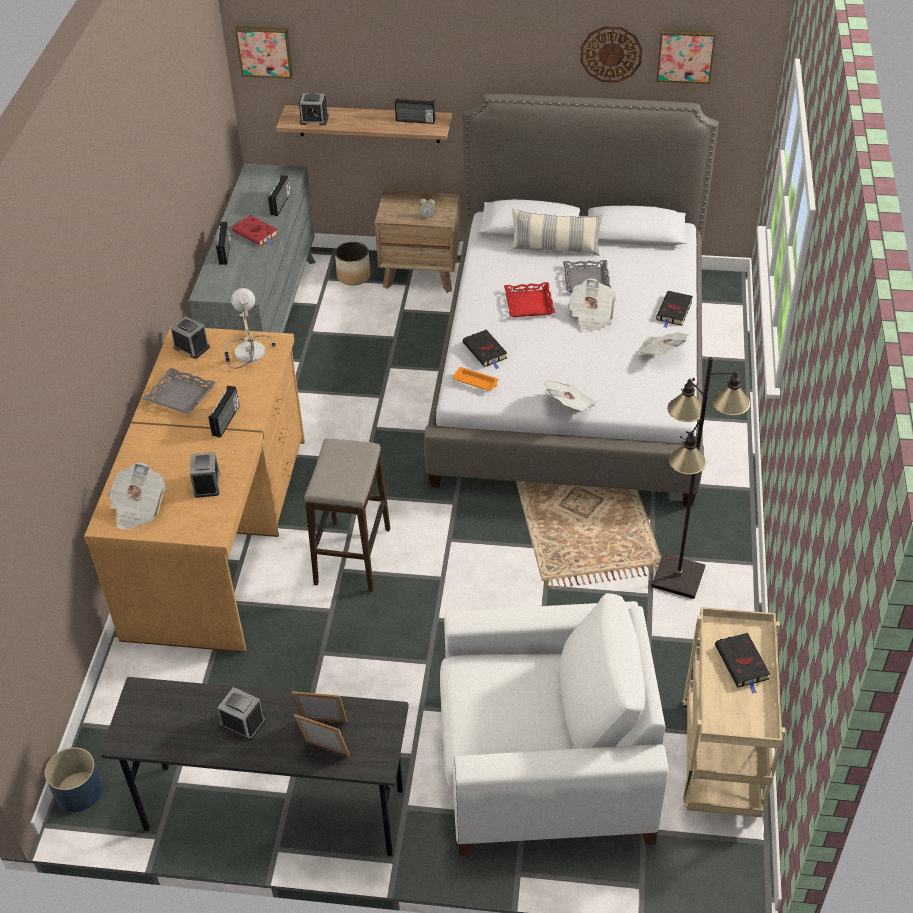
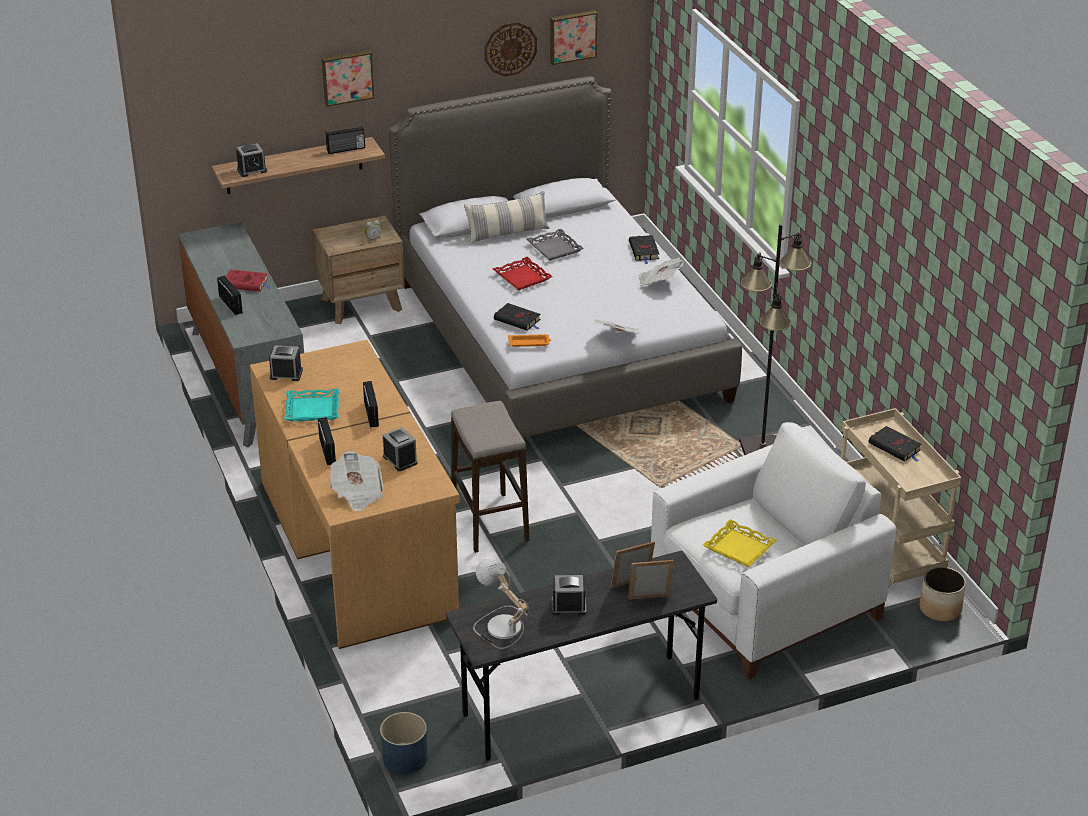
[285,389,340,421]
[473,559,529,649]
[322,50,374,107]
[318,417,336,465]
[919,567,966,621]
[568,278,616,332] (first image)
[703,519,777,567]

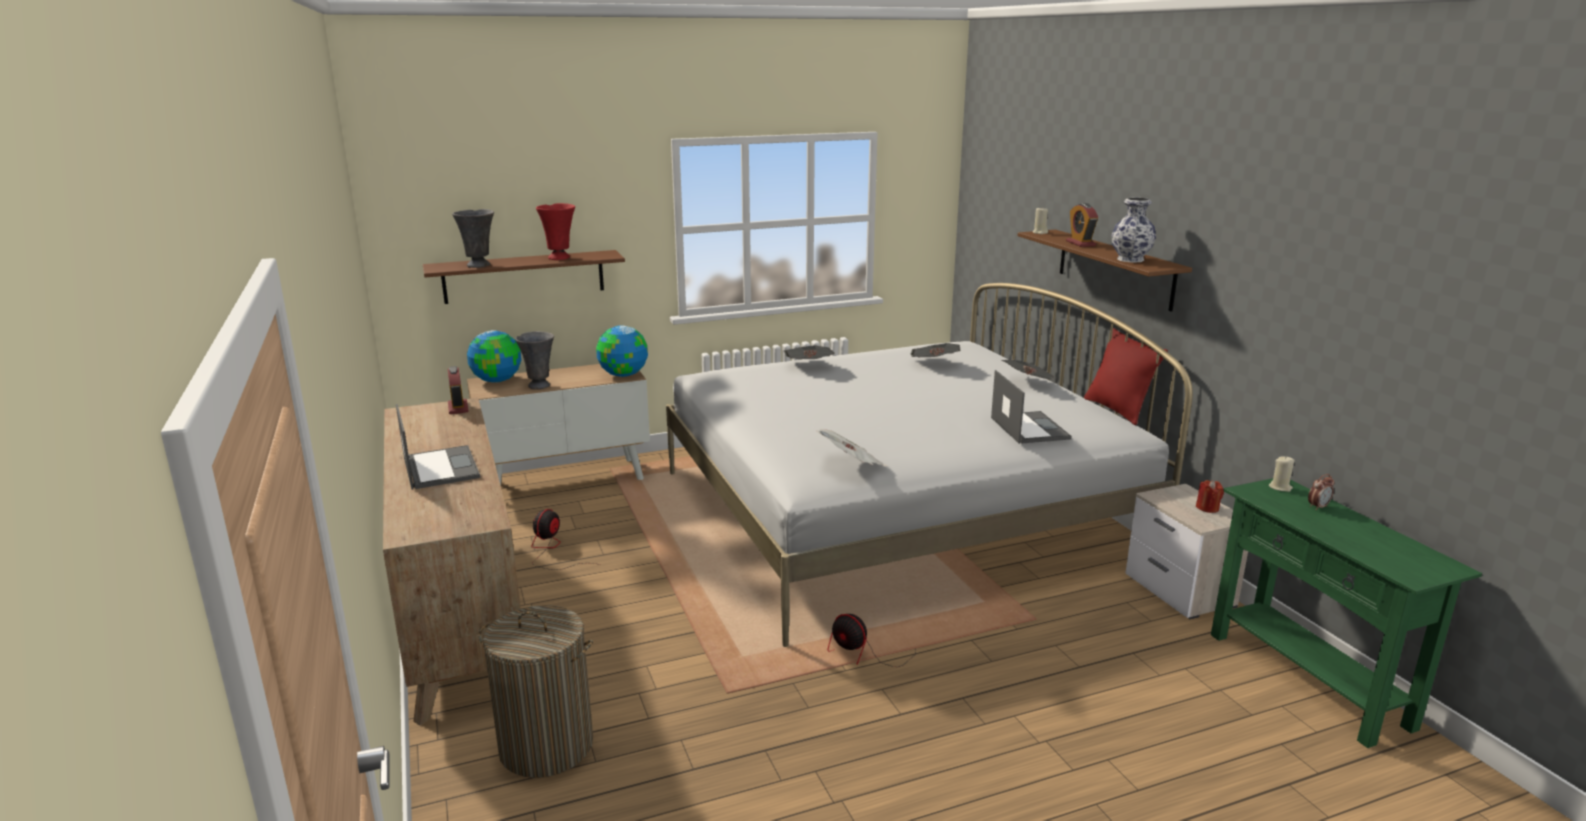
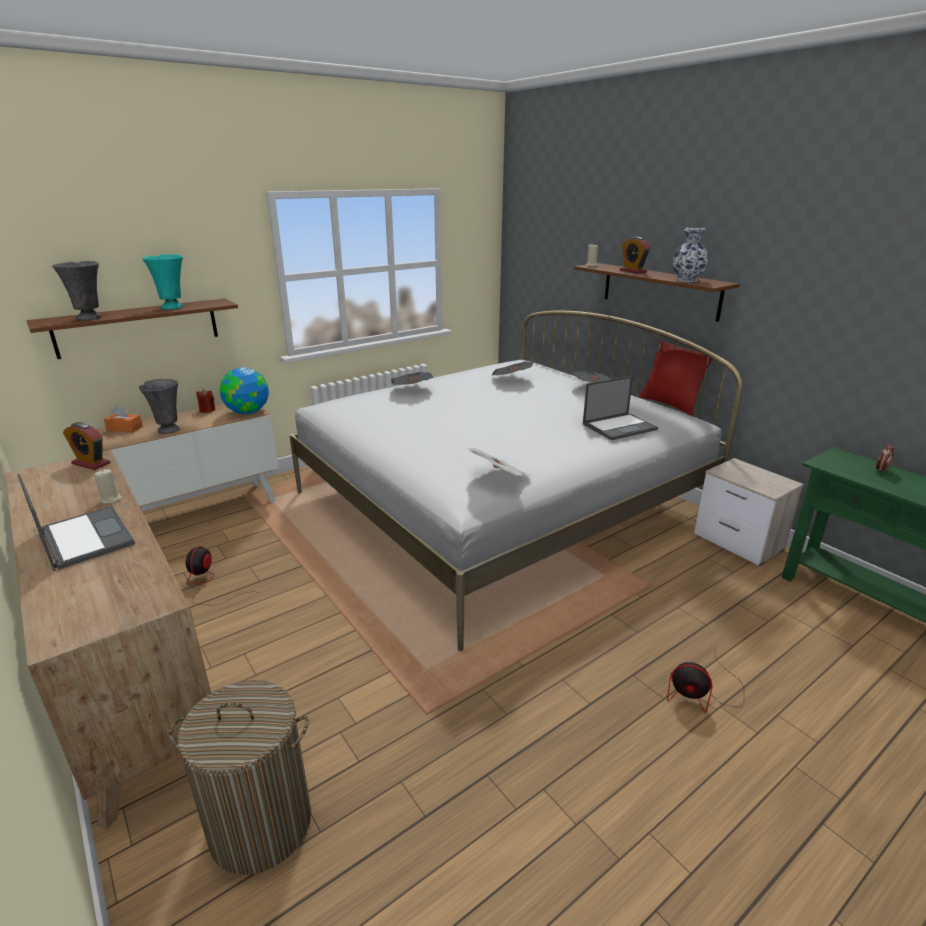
[63,422,110,470]
[104,406,143,433]
[142,254,183,309]
[667,657,744,713]
[583,376,658,440]
[196,389,215,413]
[94,469,123,504]

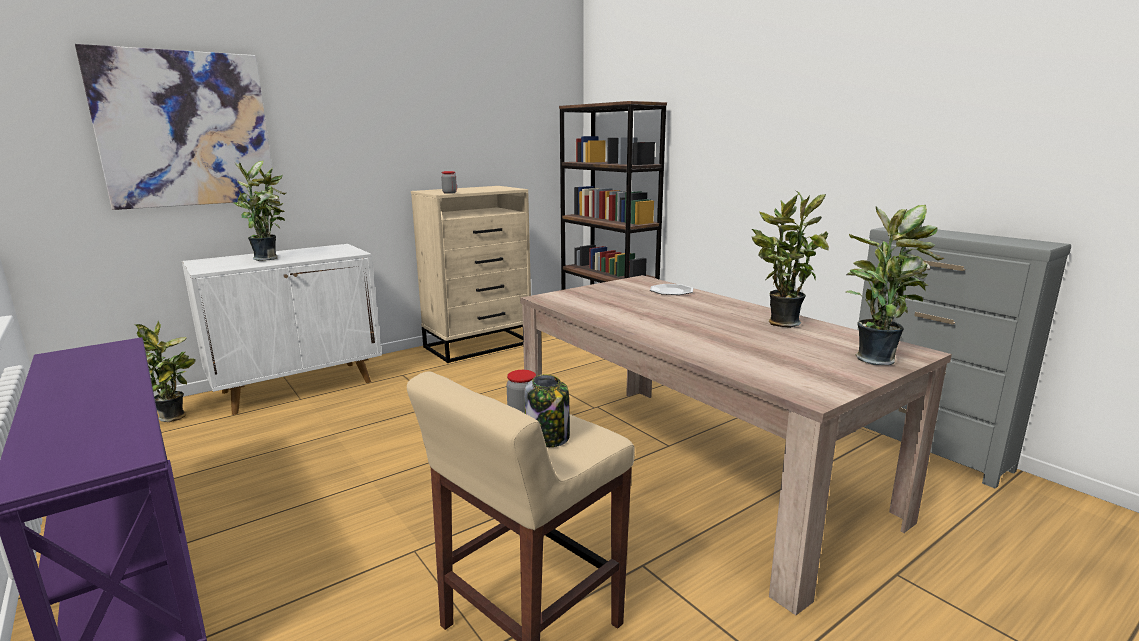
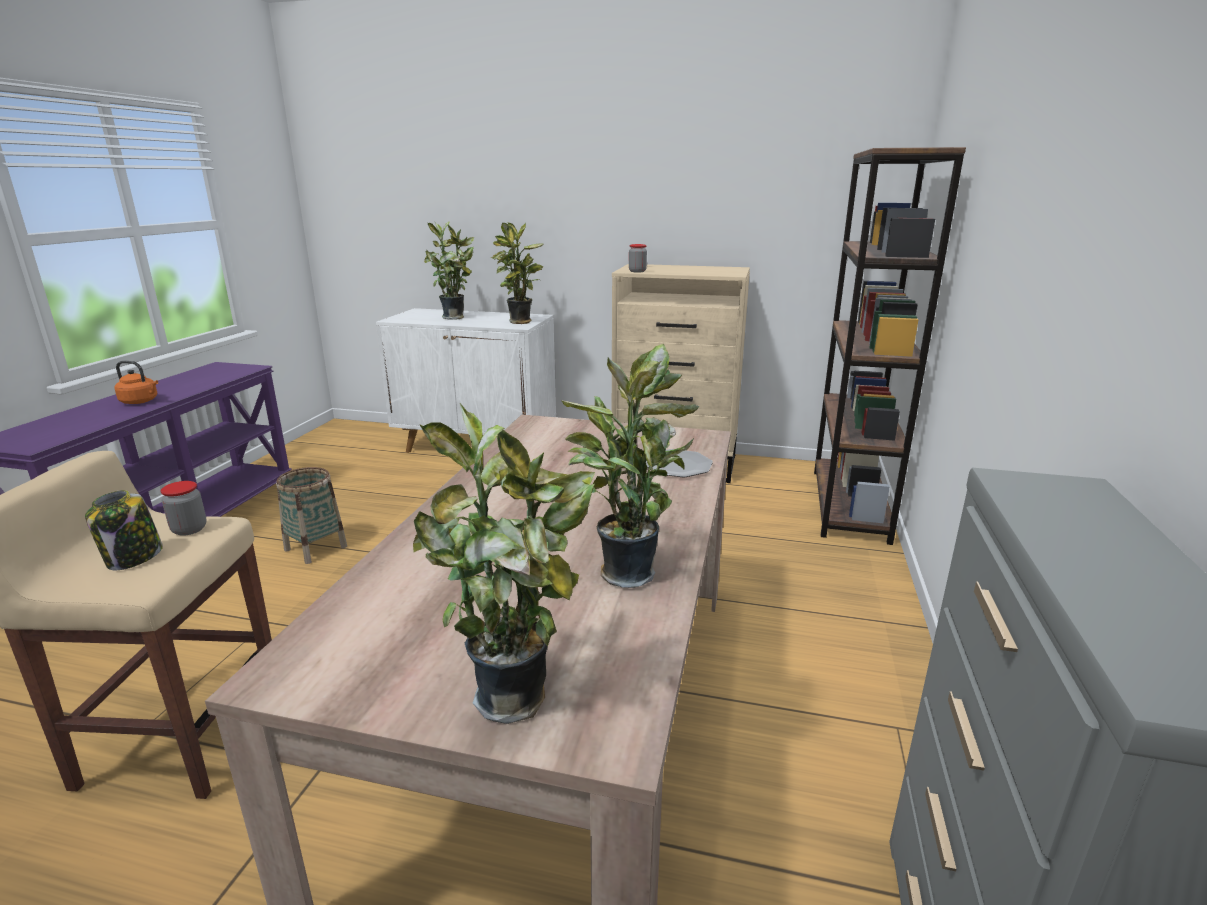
[75,44,276,210] (first image)
[491,222,543,324]
[114,361,158,404]
[276,467,347,564]

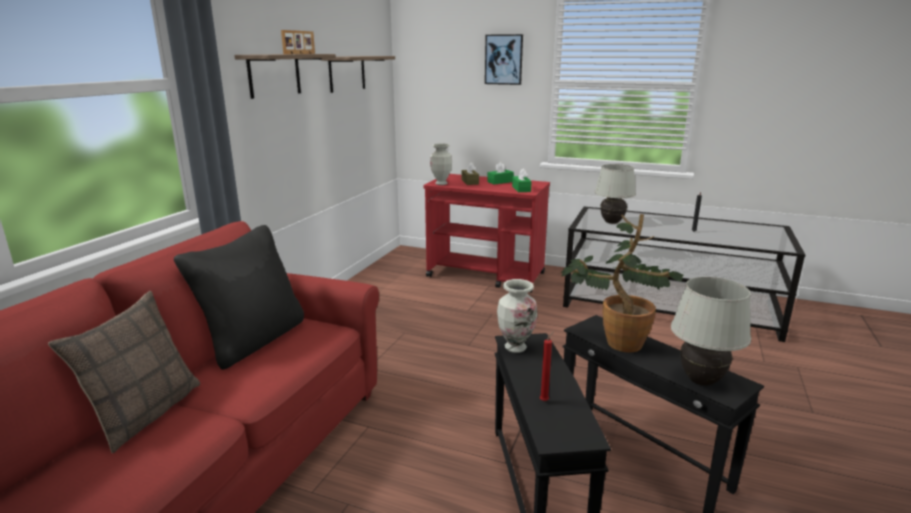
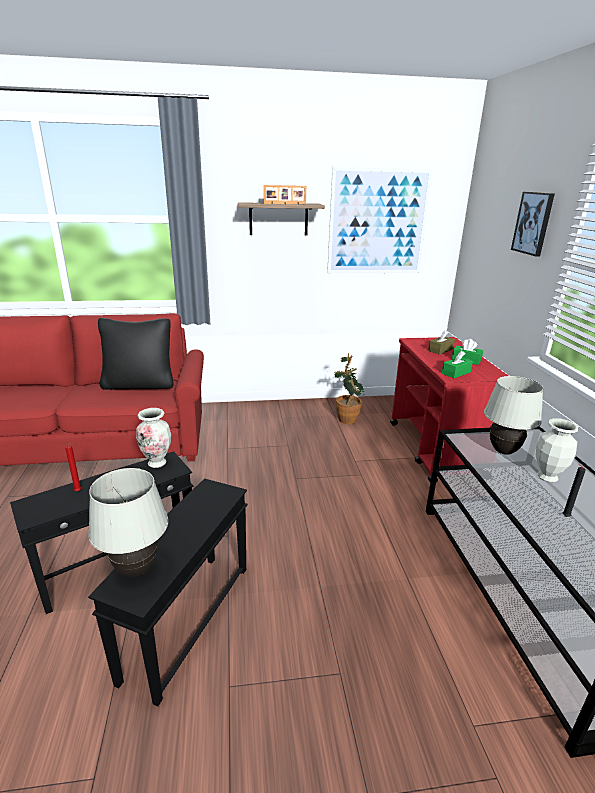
[48,291,200,453] (first image)
[327,167,433,273]
[536,418,578,483]
[334,353,364,424]

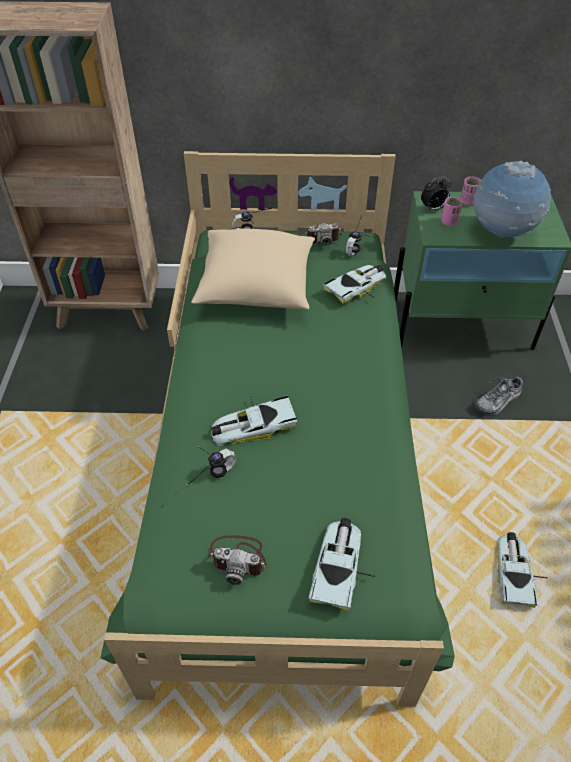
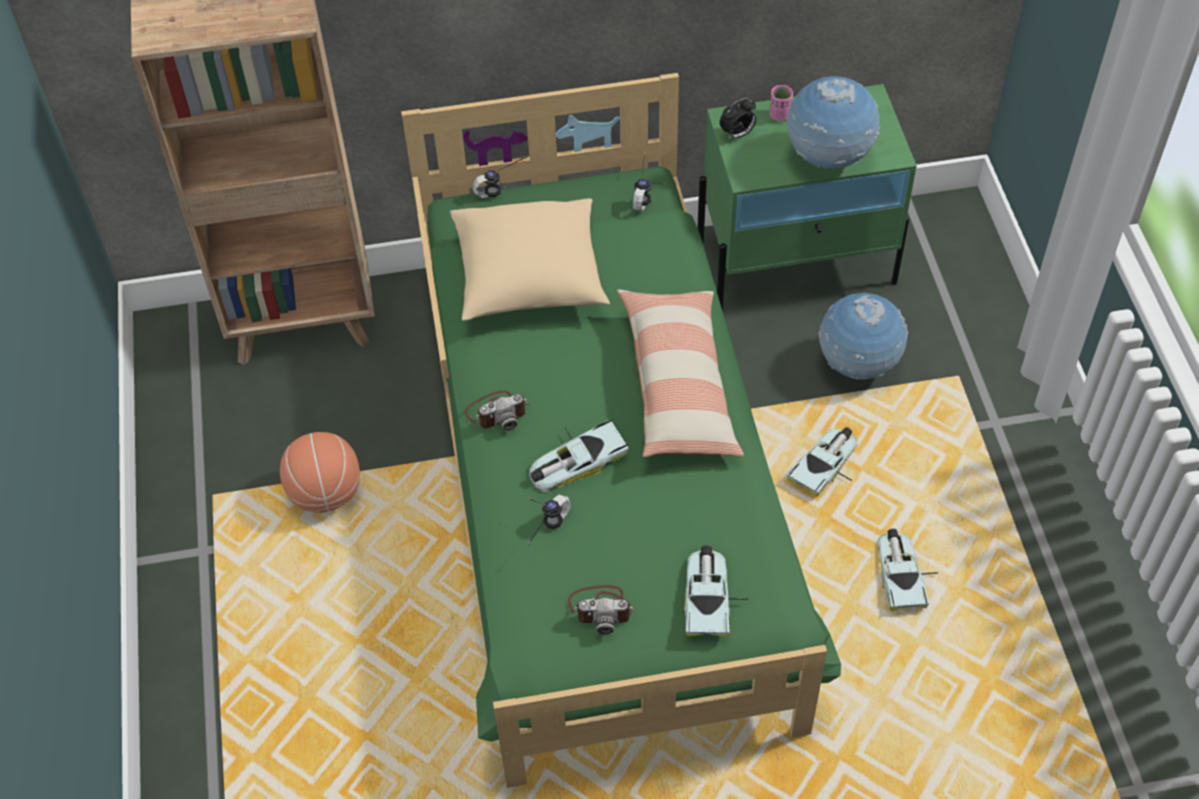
[465,391,529,431]
[787,427,857,497]
[441,197,462,226] (first image)
[818,293,908,380]
[280,432,360,513]
[617,289,744,457]

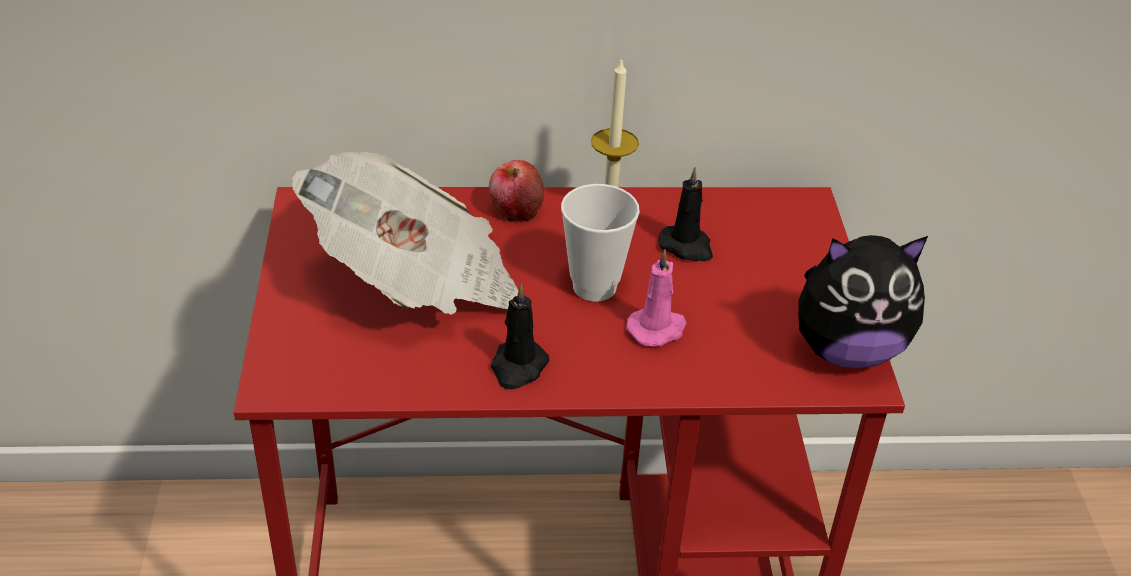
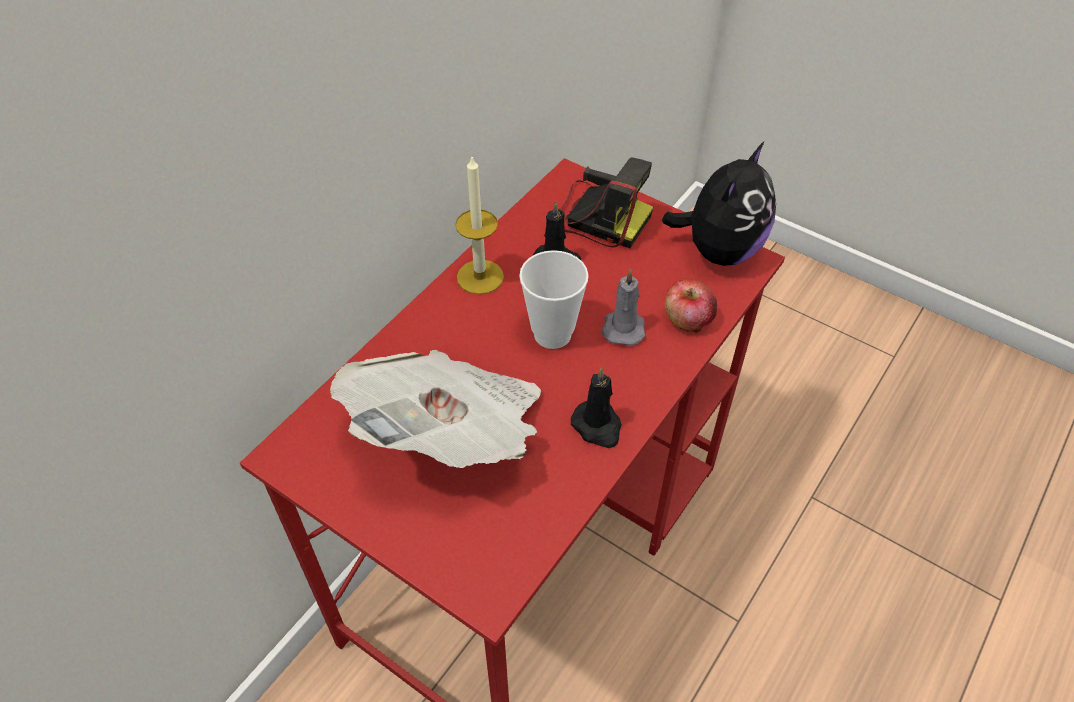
[665,278,717,333]
[601,269,645,346]
[560,157,653,248]

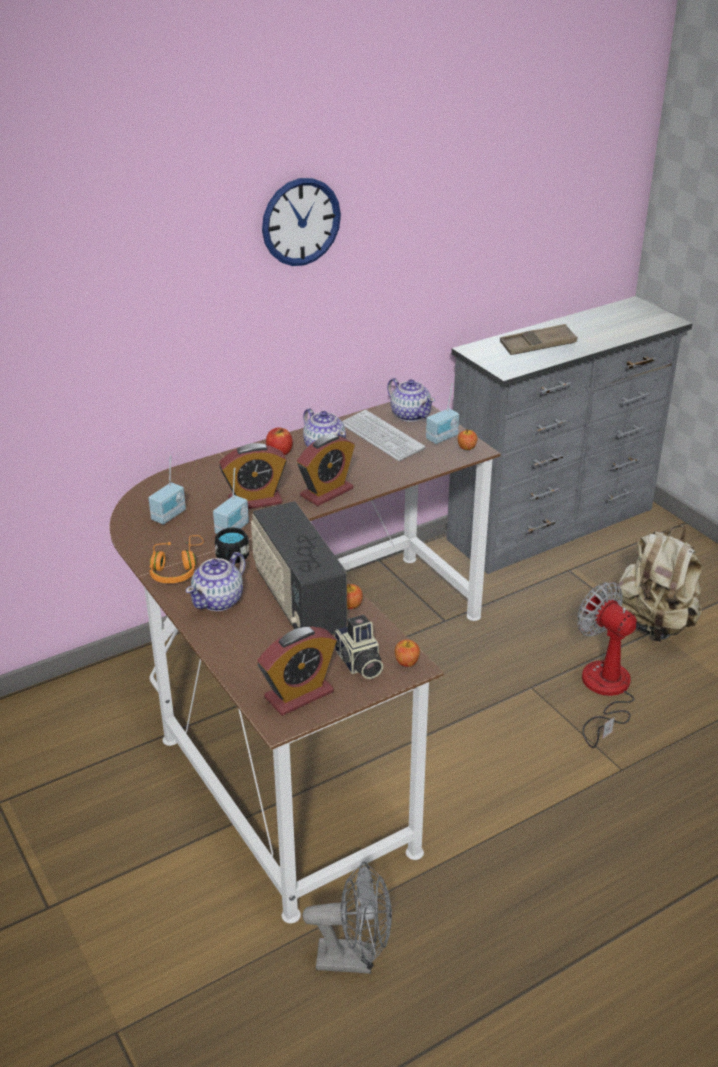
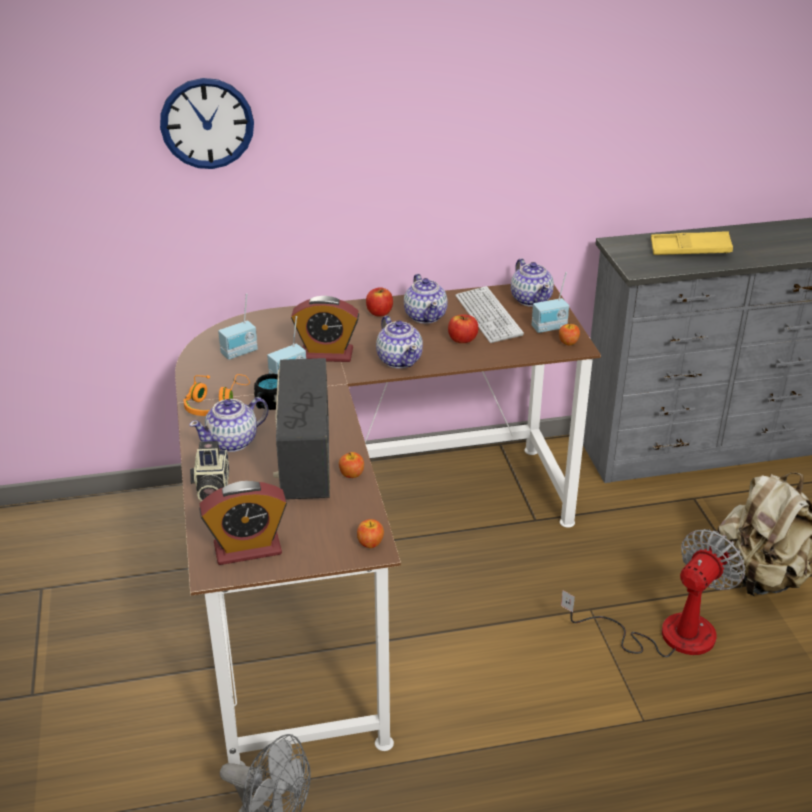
[160,78,254,169]
[376,316,423,368]
[190,441,229,501]
[651,231,733,255]
[561,529,745,657]
[448,314,479,343]

